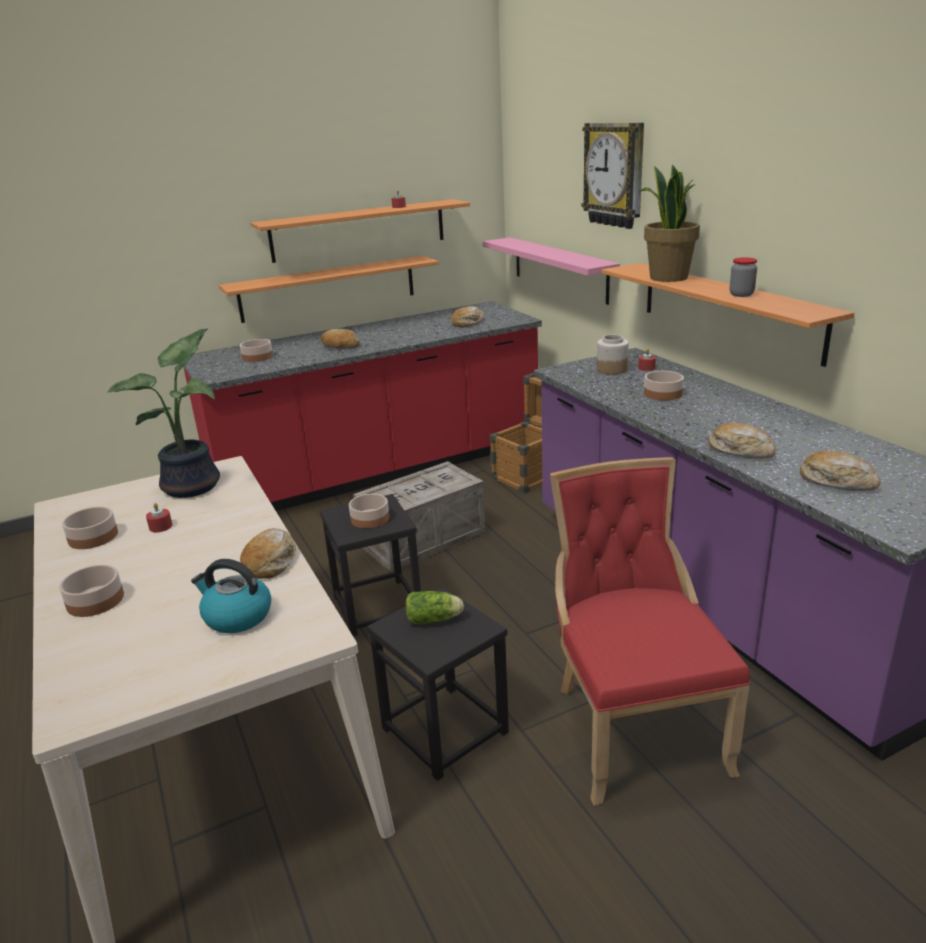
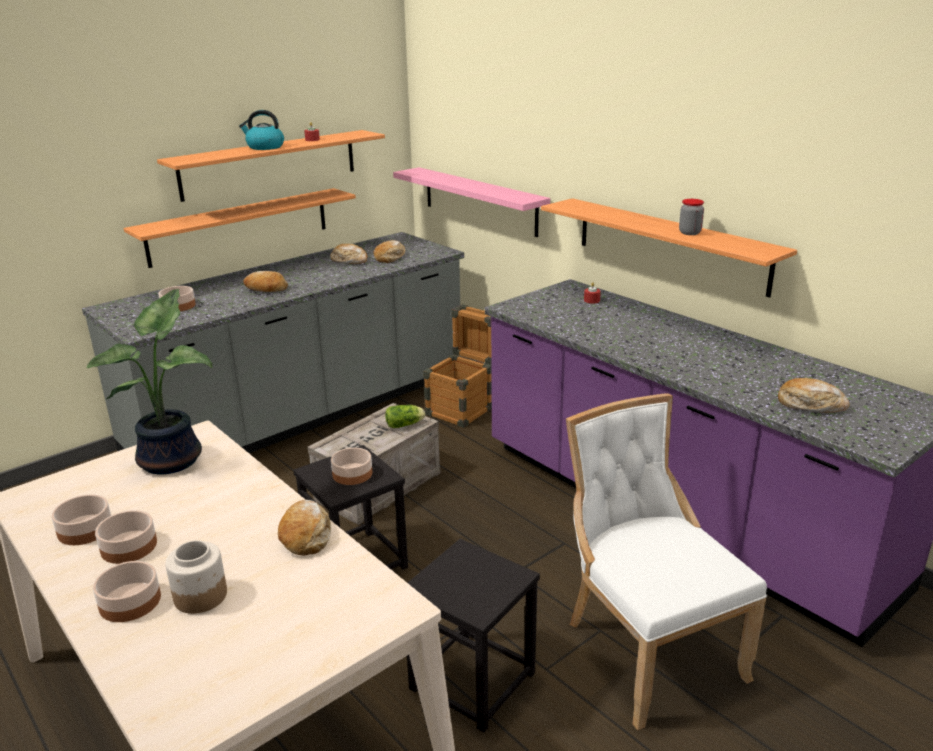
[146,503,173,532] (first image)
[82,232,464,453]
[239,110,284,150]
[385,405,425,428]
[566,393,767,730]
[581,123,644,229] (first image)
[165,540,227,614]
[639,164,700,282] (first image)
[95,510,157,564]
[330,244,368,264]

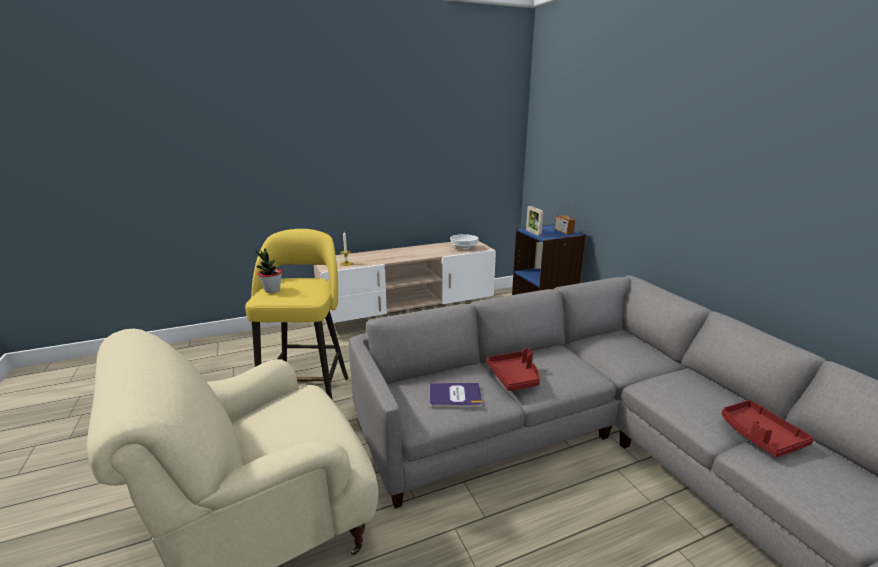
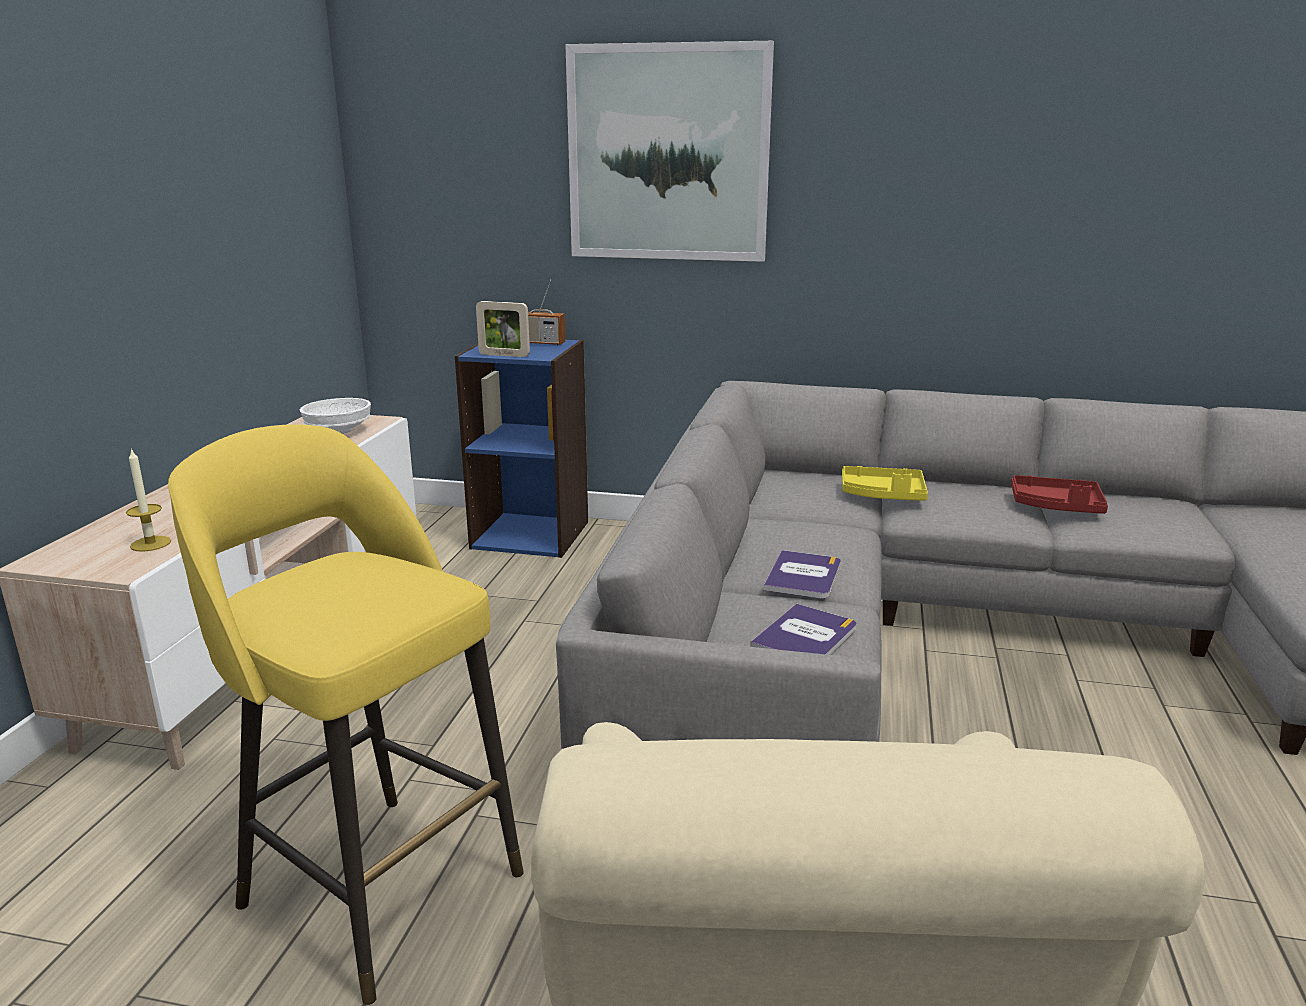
[255,248,282,293] (first image)
[763,550,841,599]
[565,41,774,262]
[842,466,928,501]

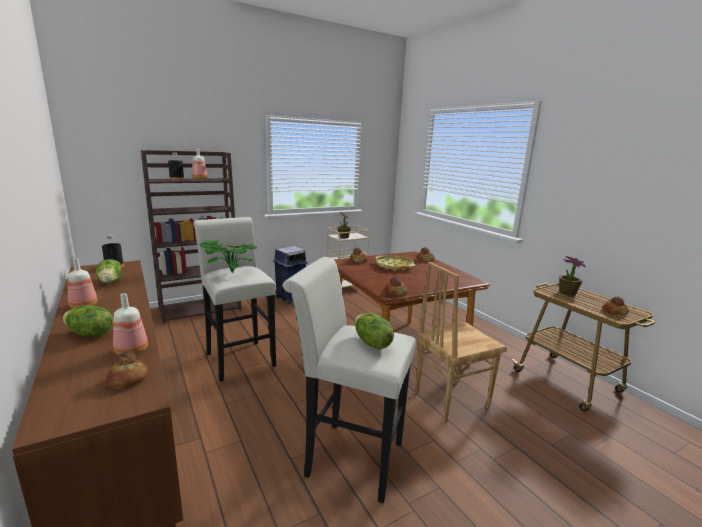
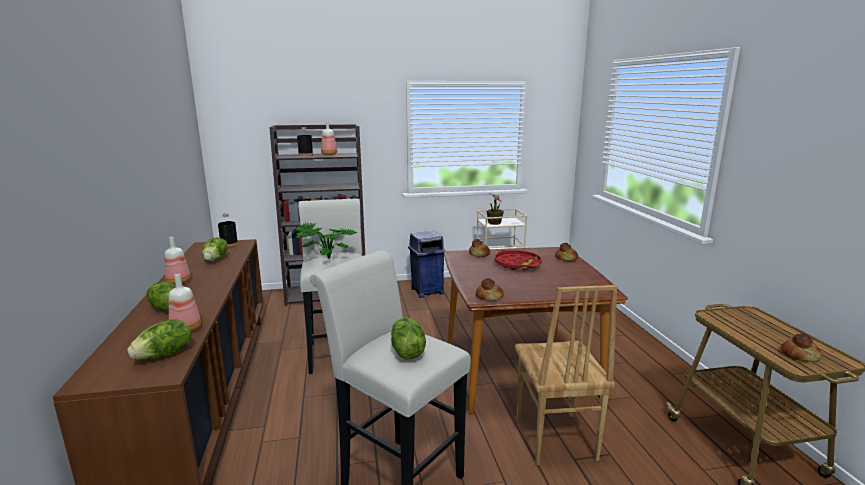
[127,319,192,359]
[495,250,542,270]
[515,285,618,465]
[559,256,586,296] (first image)

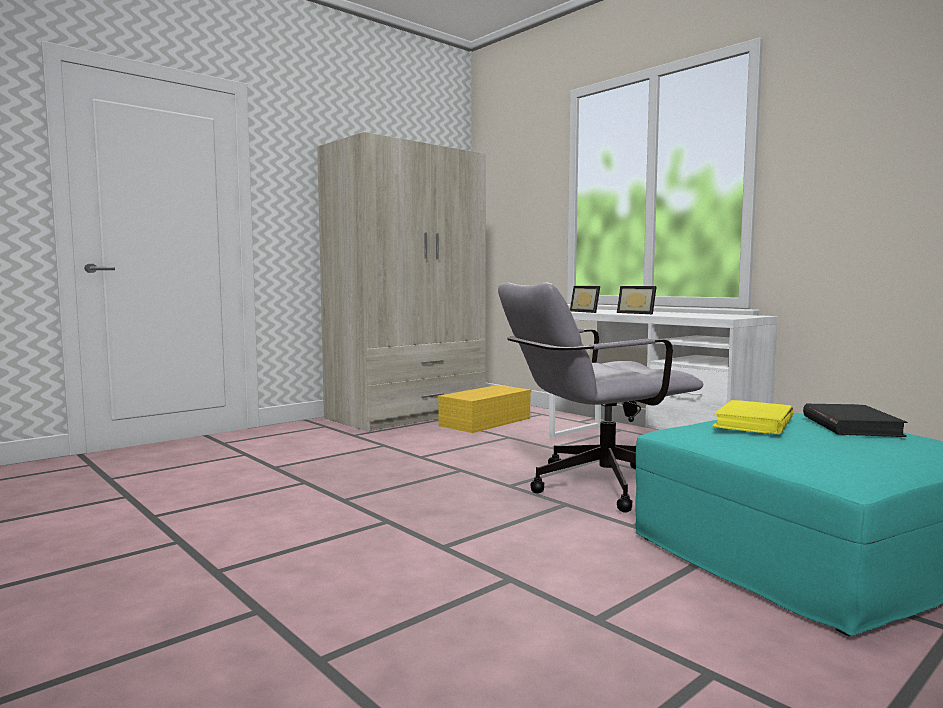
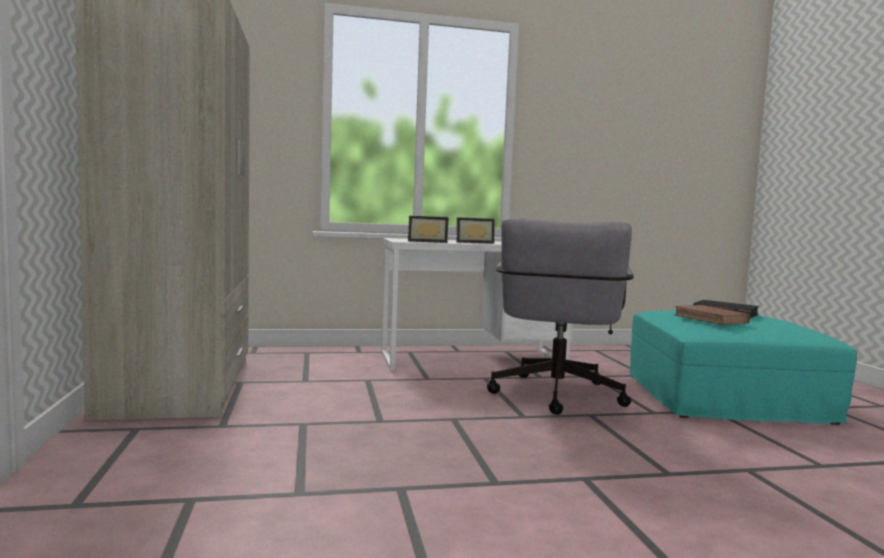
[438,385,531,433] (first image)
[674,305,750,325]

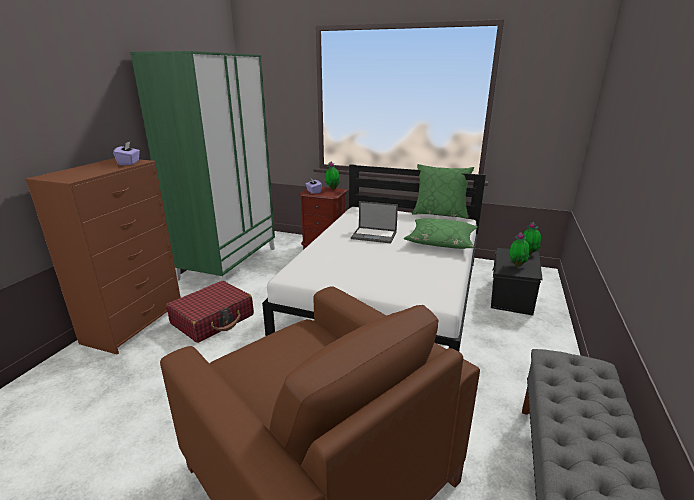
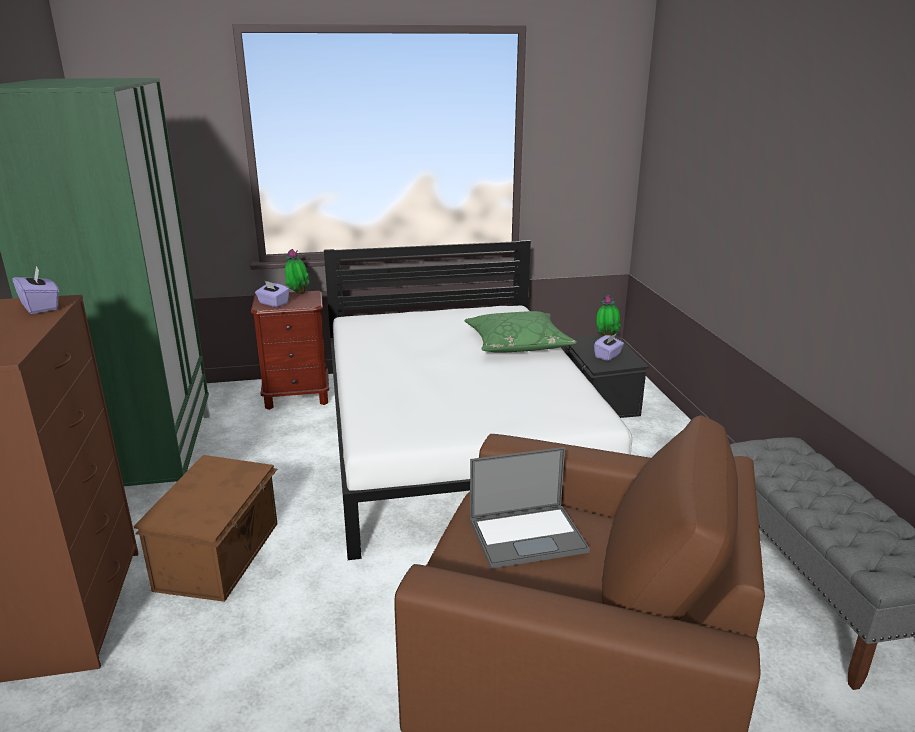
[134,455,278,602]
[470,447,590,569]
[412,164,474,219] (first image)
[594,333,624,361]

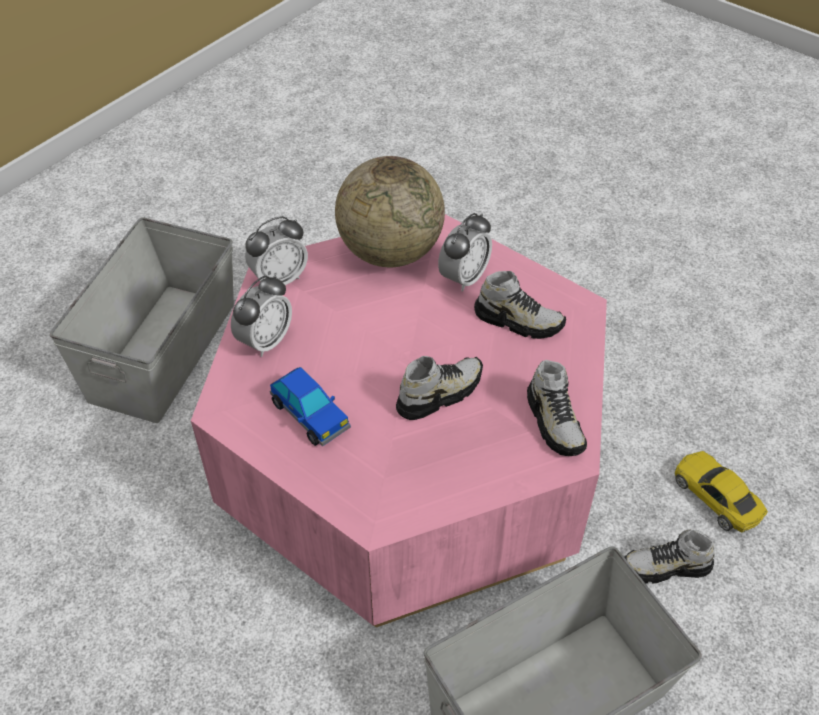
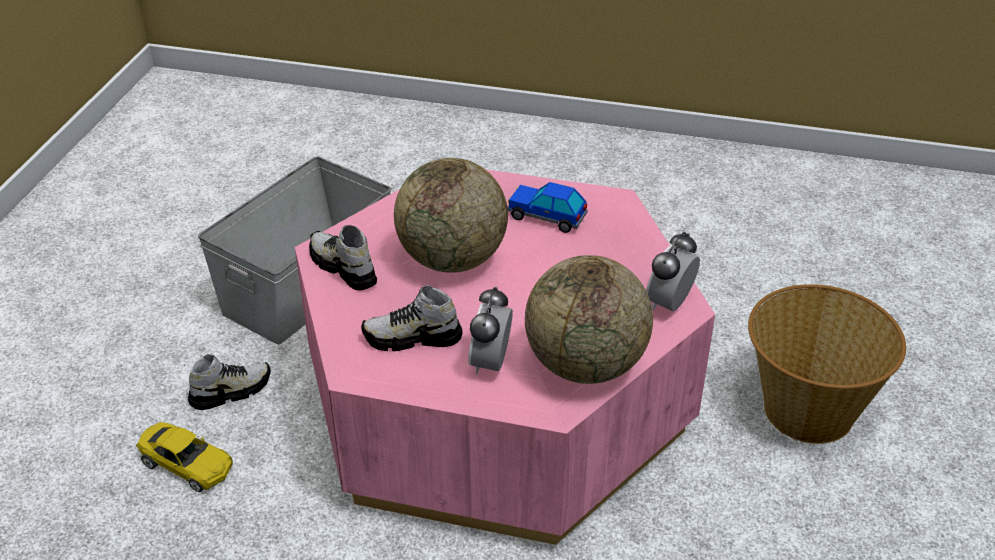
[748,284,906,444]
[231,275,292,357] (first image)
[394,158,508,273]

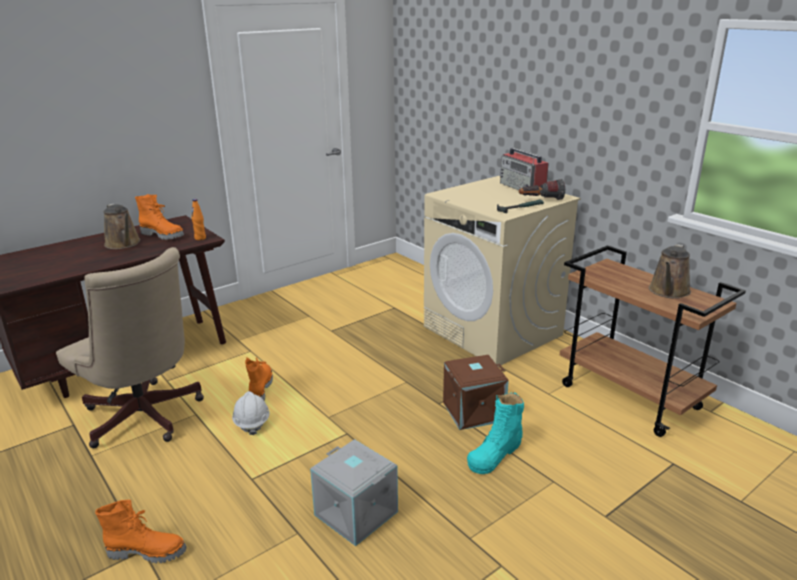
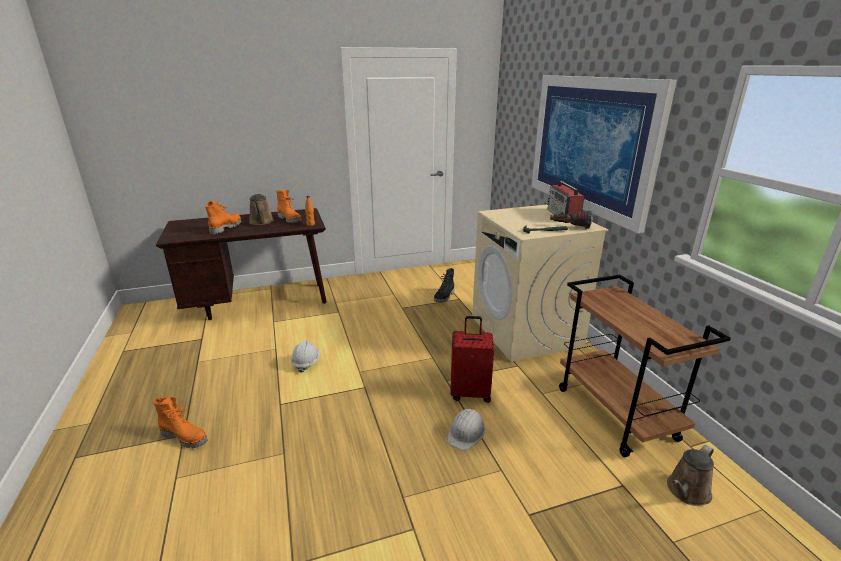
[56,247,204,448] (first image)
[205,200,242,234]
[310,439,398,546] (first image)
[450,316,494,403]
[447,409,485,451]
[667,445,714,506]
[434,268,454,302]
[532,75,677,233]

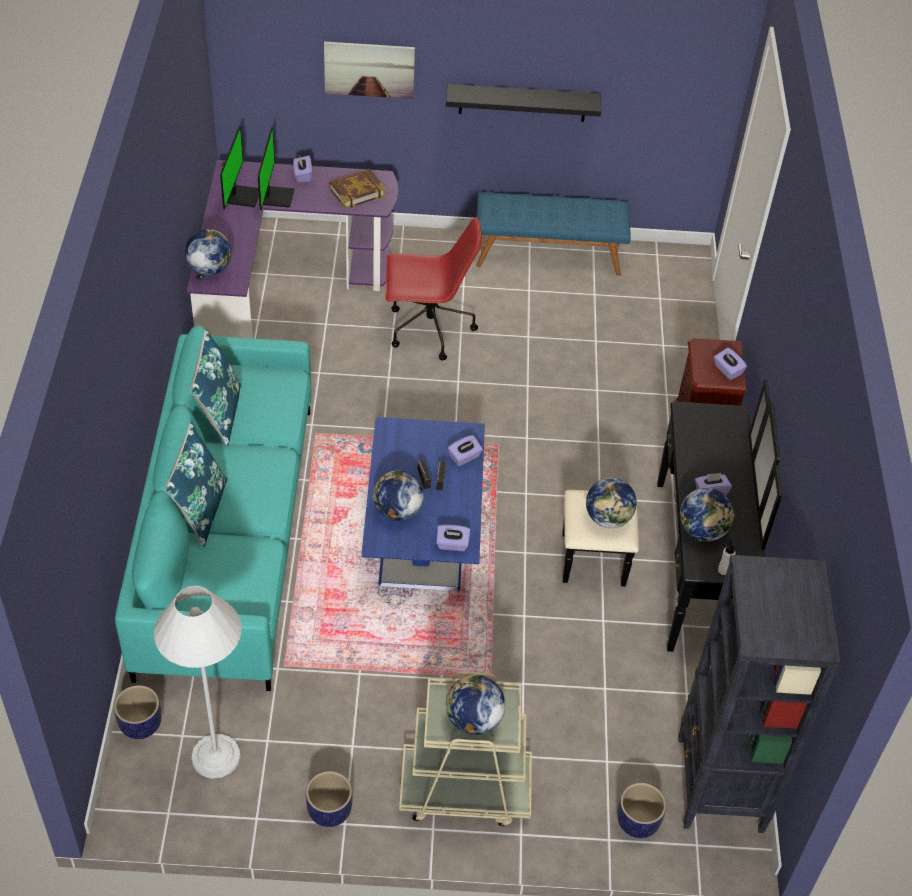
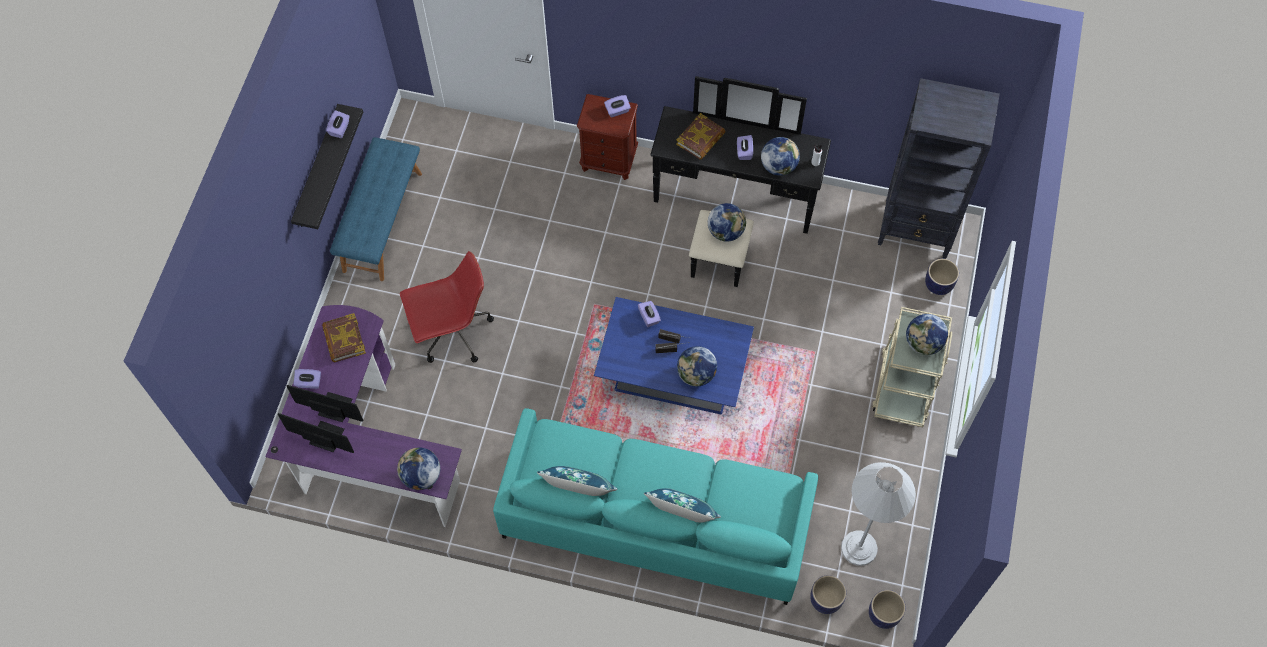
[869,590,905,629]
[324,41,415,99] (first image)
[400,251,494,363]
[326,110,350,138]
[676,113,726,159]

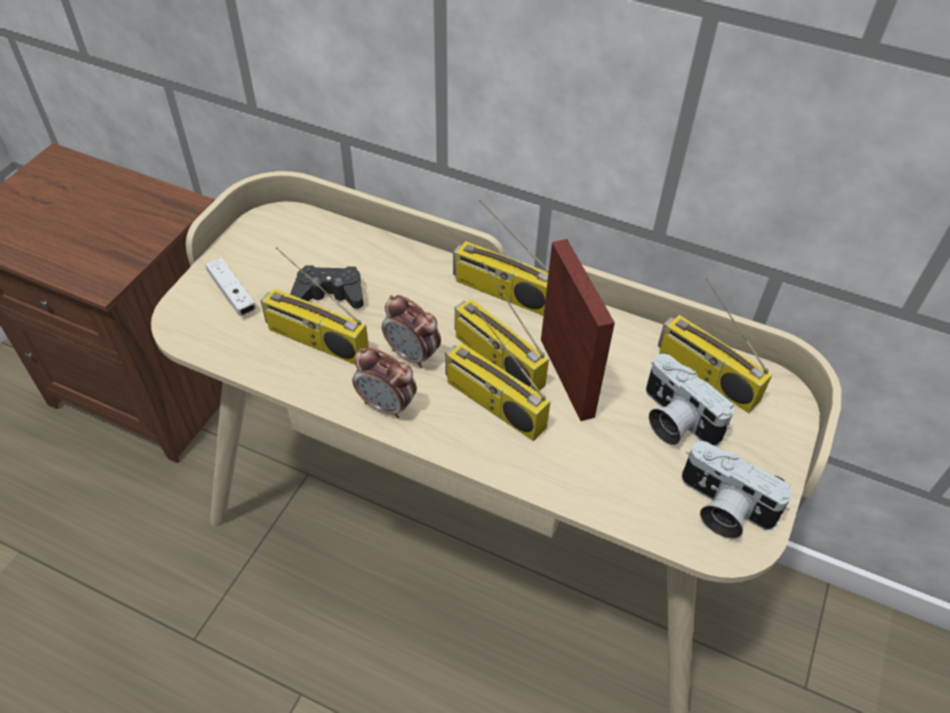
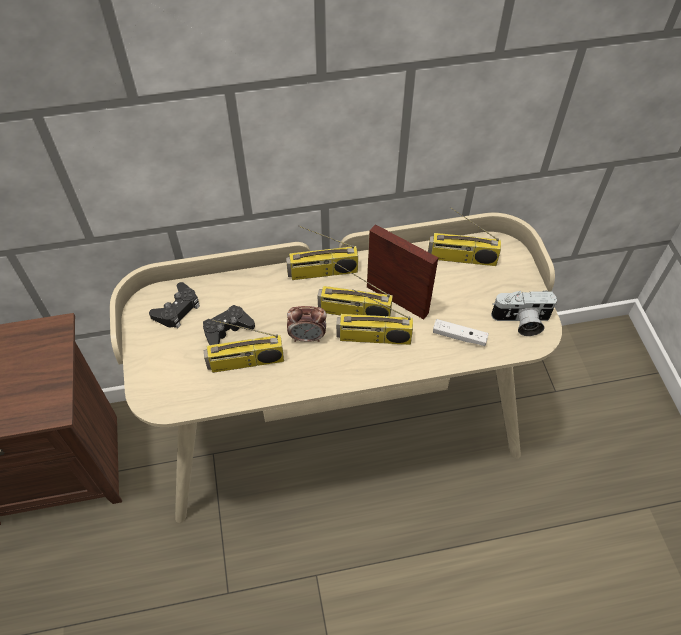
[433,319,489,346]
[352,347,417,419] (first image)
[646,354,734,446] (first image)
[149,282,200,328]

